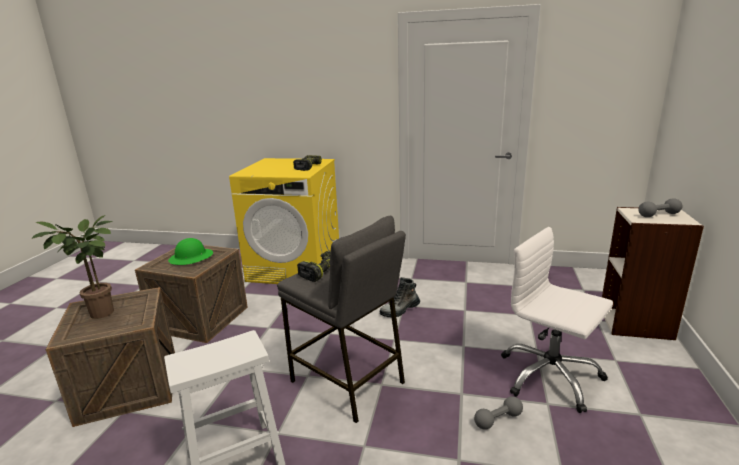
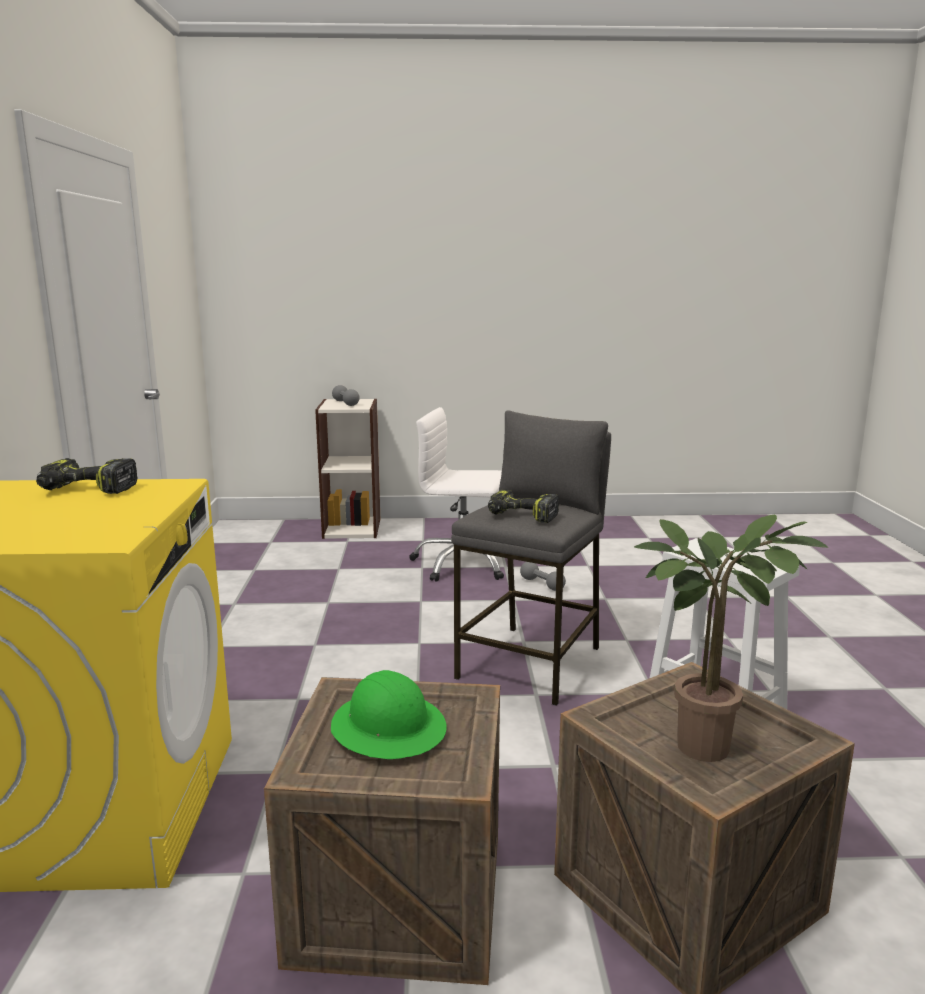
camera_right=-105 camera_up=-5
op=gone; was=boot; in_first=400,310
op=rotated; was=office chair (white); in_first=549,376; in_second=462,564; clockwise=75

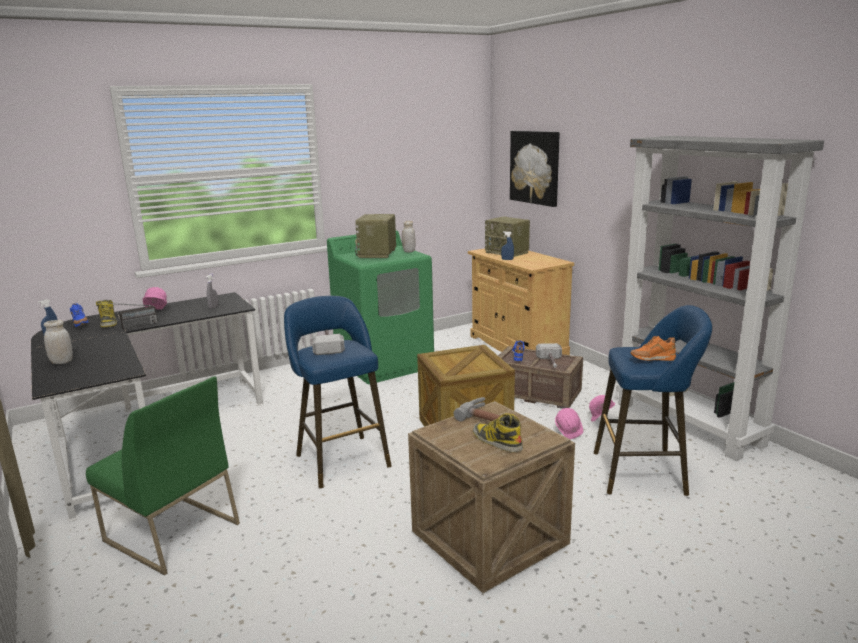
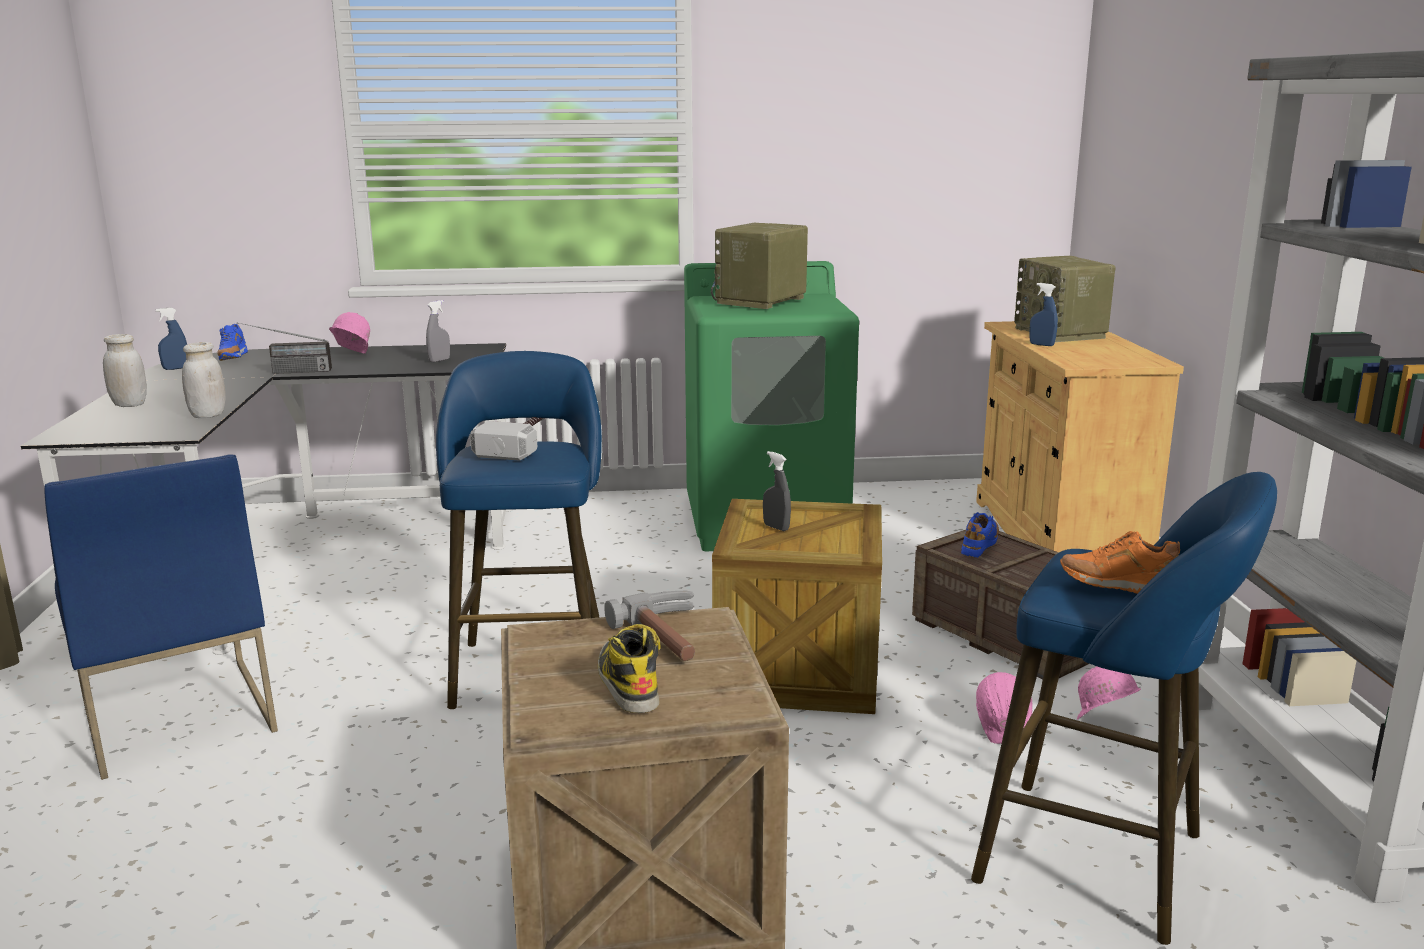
camera_right=25 camera_up=0
op=repainted; was=chair (green); now=chair (blue); in_first=170,532; in_second=176,716
op=gone; was=boot; in_first=108,322
op=shifted; was=jar (white); in_first=409,251; in_second=208,415
op=gone; was=picture; in_first=535,167
op=gone; was=hammer; in_first=551,362
op=new; now=spray bottle (grey); in_second=776,527

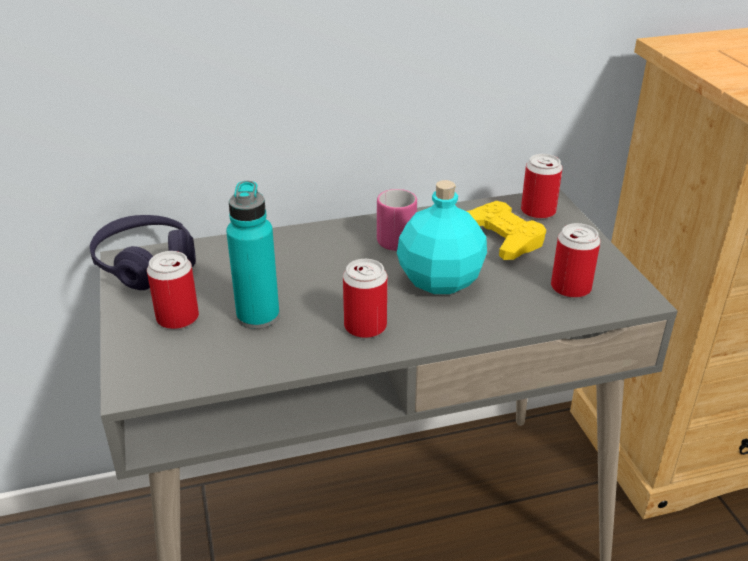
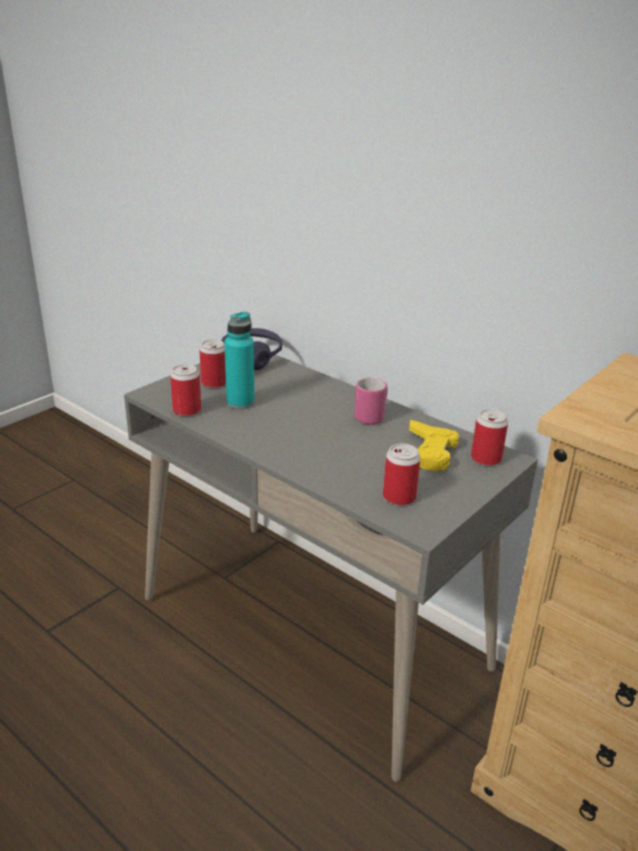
camera_right=55 camera_up=-5
op=shifted; was=can; in_first=365,326; in_second=187,410
op=gone; was=bottle (turquoise); in_first=440,280

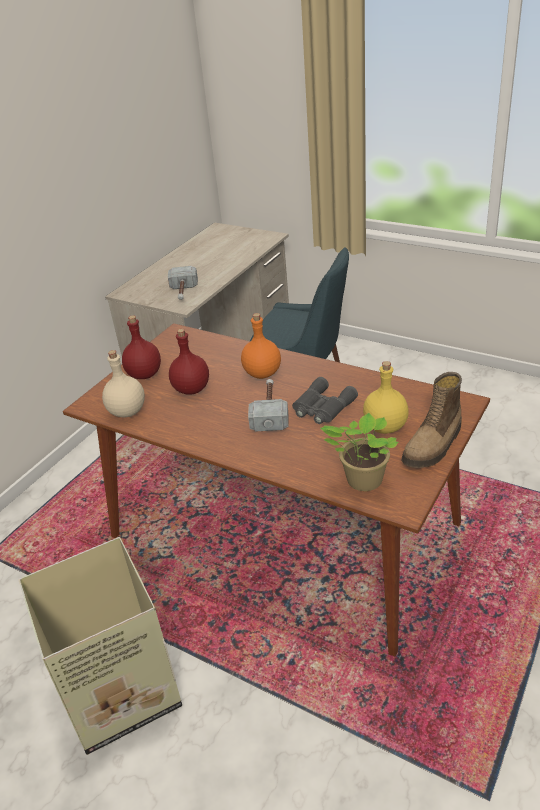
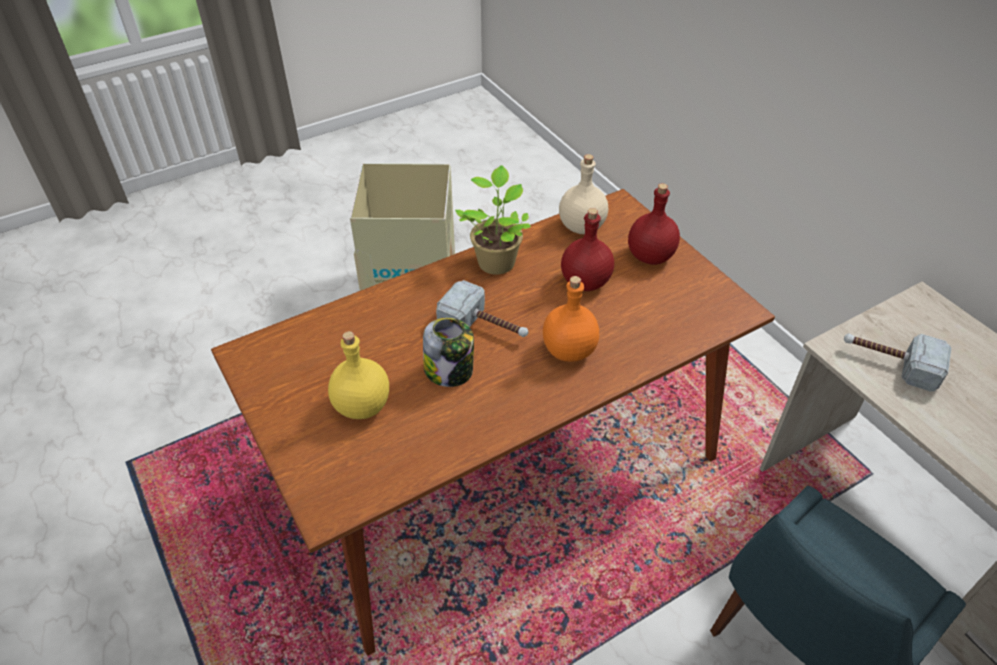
camera_right=115 camera_up=10
op=swapped; was=binoculars (grey); now=jar; in_first=322,407; in_second=449,371
op=shifted; was=potted plant; in_first=362,481; in_second=496,261
op=gone; was=boot; in_first=433,445

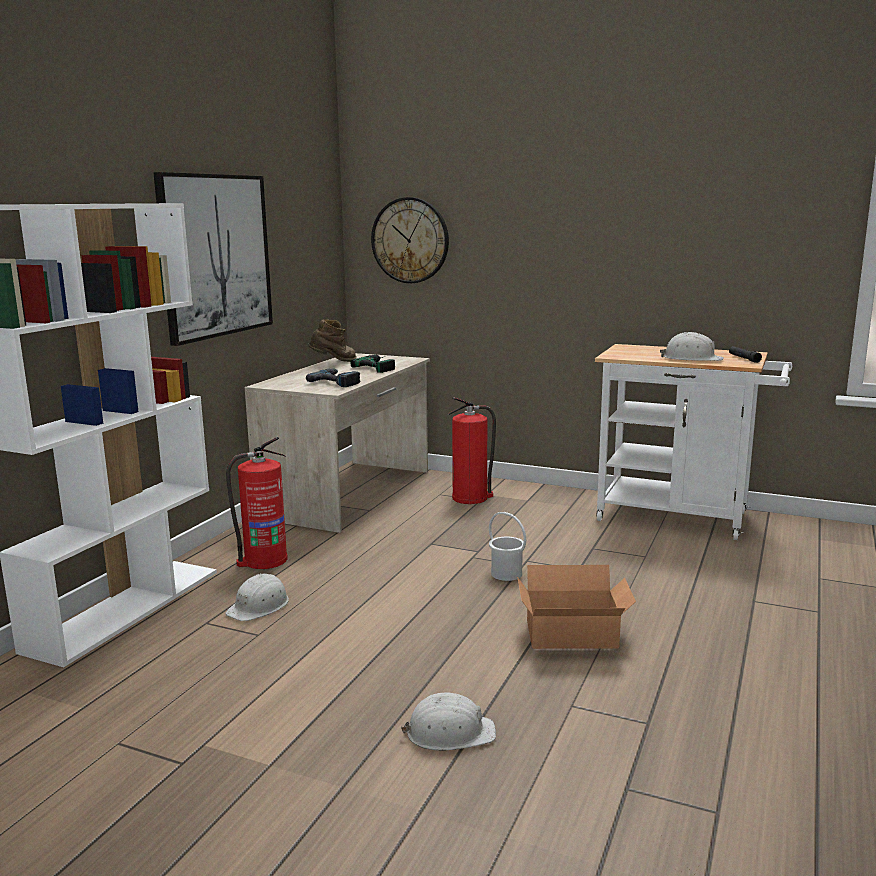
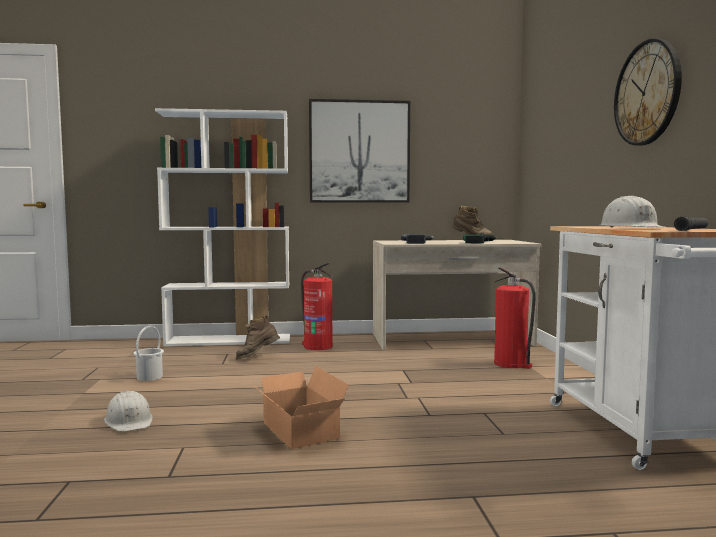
camera_right=60 camera_up=-10
op=swapped; was=hard hat (white); now=boot (brown); in_first=259,606; in_second=257,357
op=shifted; was=wall clock; in_first=410,240; in_second=647,93
op=shifted; was=bucket (white); in_first=506,574; in_second=149,377

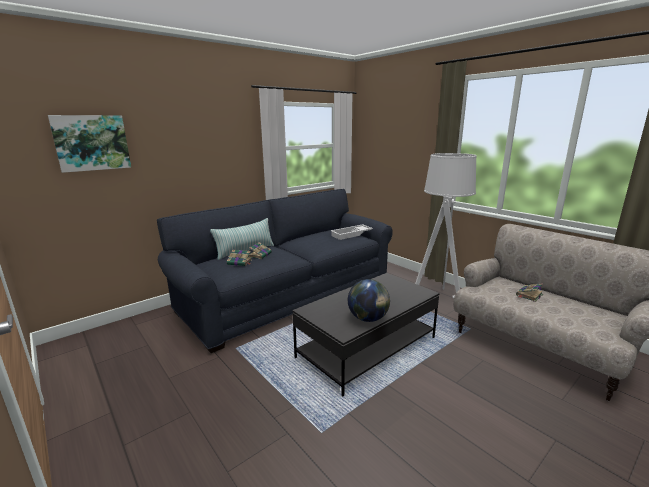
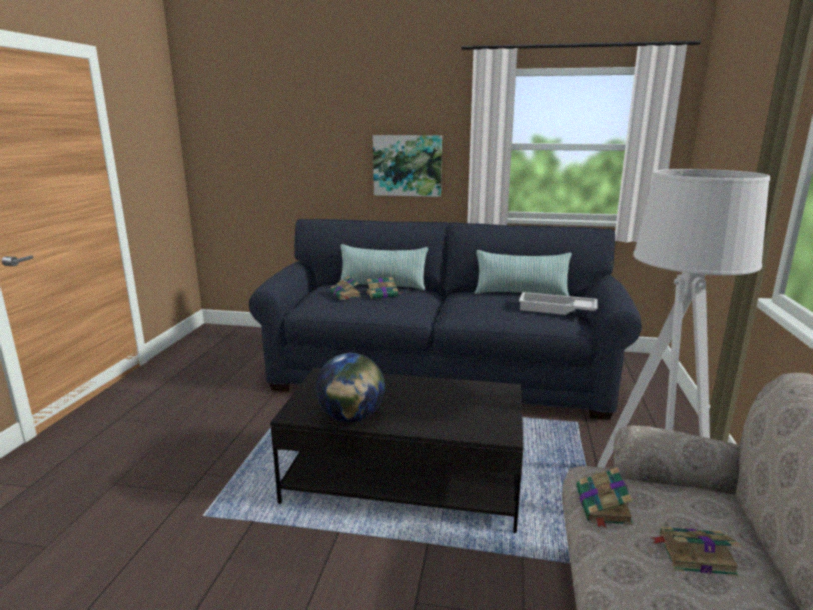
camera_right=50 camera_up=0
op=shifted; was=picture; in_first=92,143; in_second=407,165
op=new; now=pillow; in_second=521,293
op=new; now=book; in_second=603,507

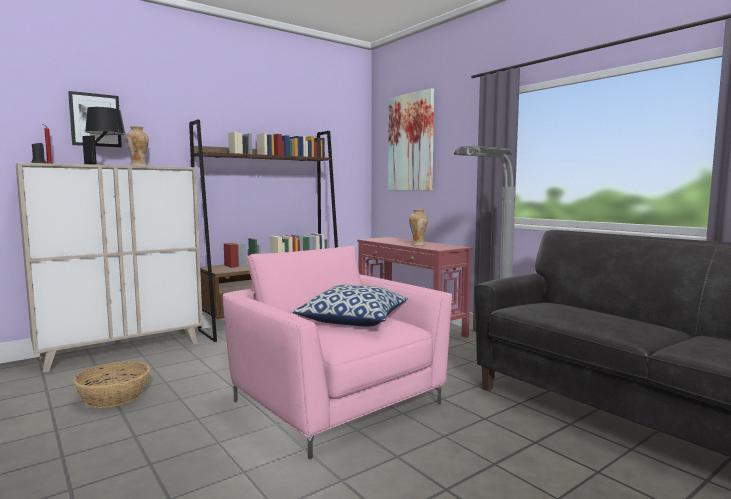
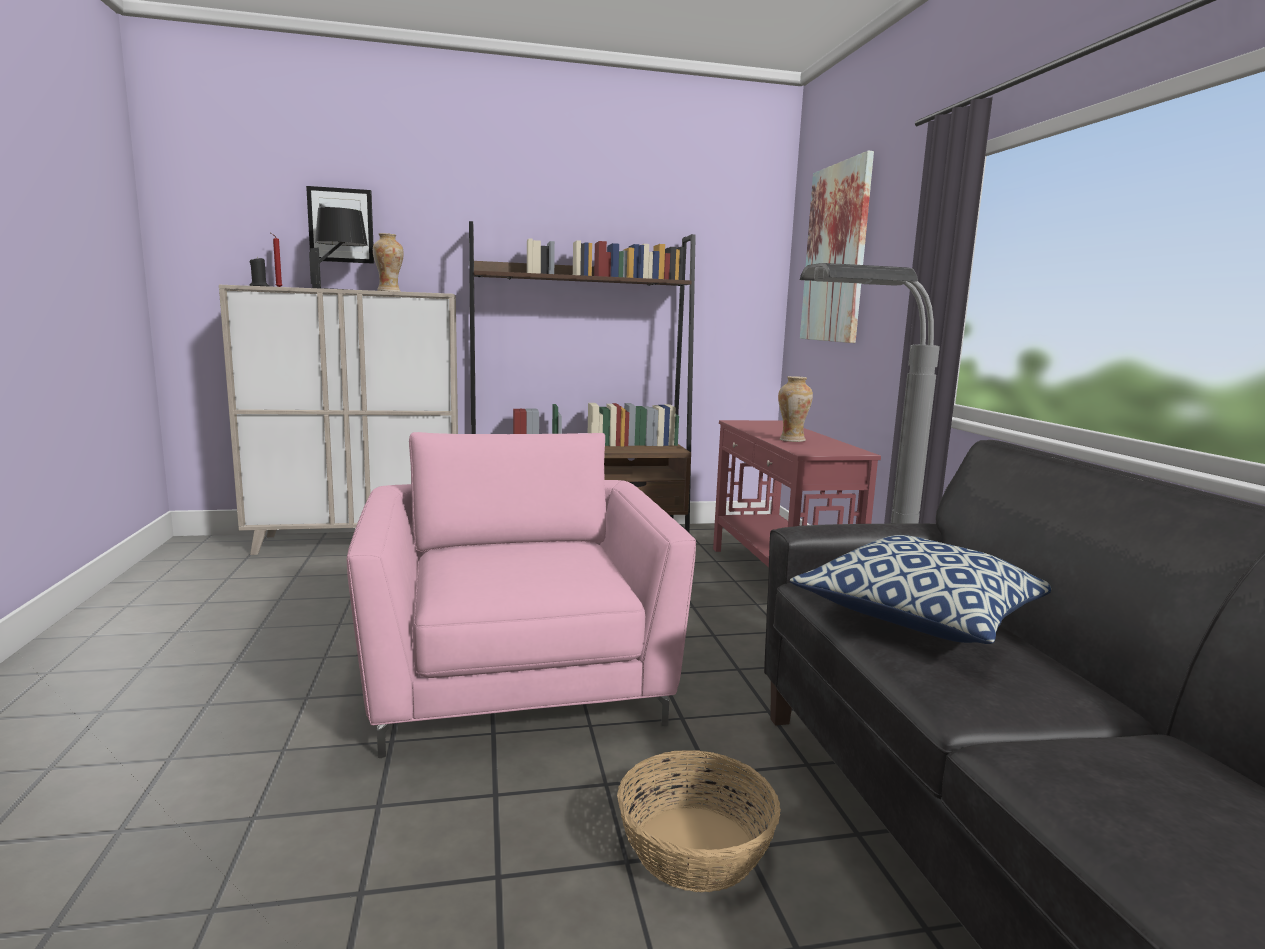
camera_right=25 camera_up=5
op=shifted; was=basket; in_first=115,396; in_second=696,847
op=shifted; was=pillow; in_first=353,321; in_second=918,617

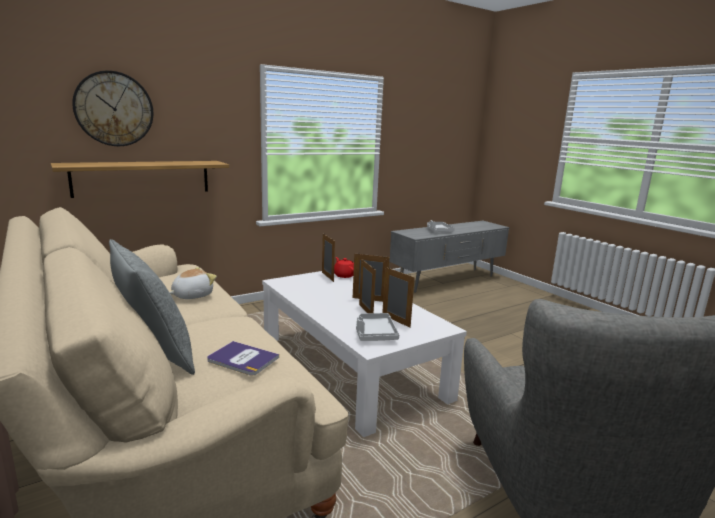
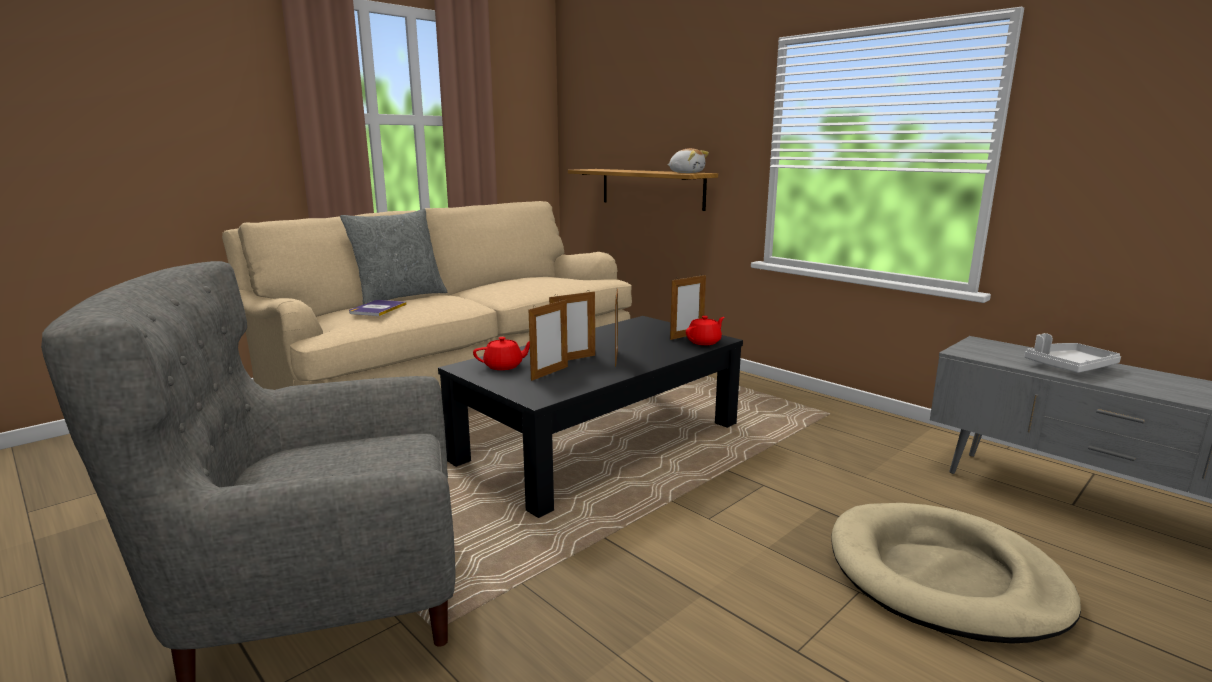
camera_right=80 camera_up=0
op=gone; was=wall clock; in_first=114,109
op=shifted; was=plush toy; in_first=192,295; in_second=686,173
op=repainted; was=coffee table (white); now=coffee table (black); in_first=349,366; in_second=601,442
op=swapped; was=tray (grey); now=teapot (red); in_first=374,334; in_second=504,366
op=new; now=dog bed (beige); in_second=944,577

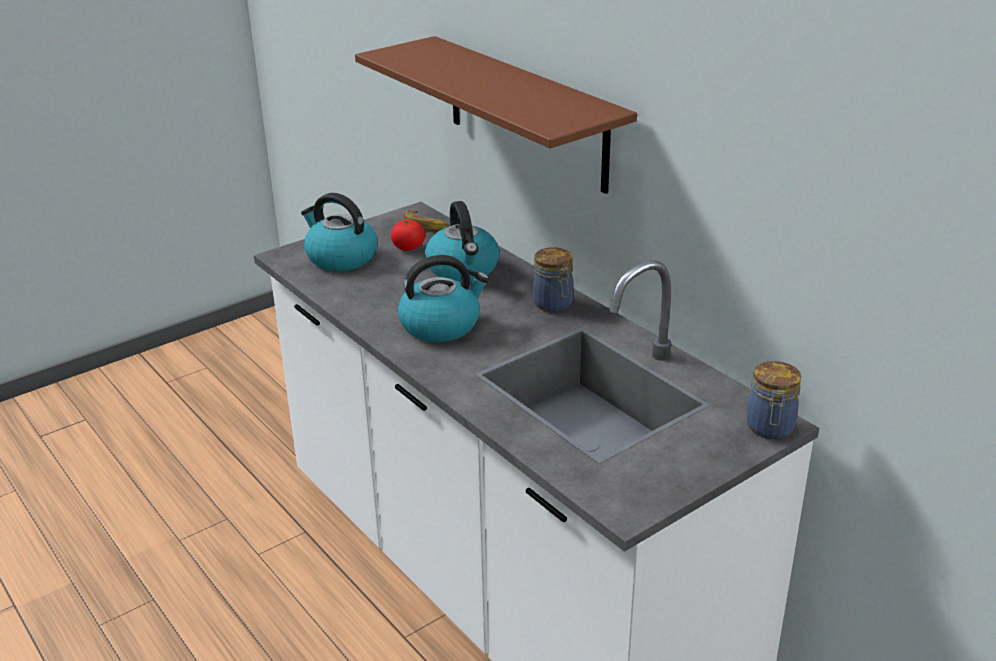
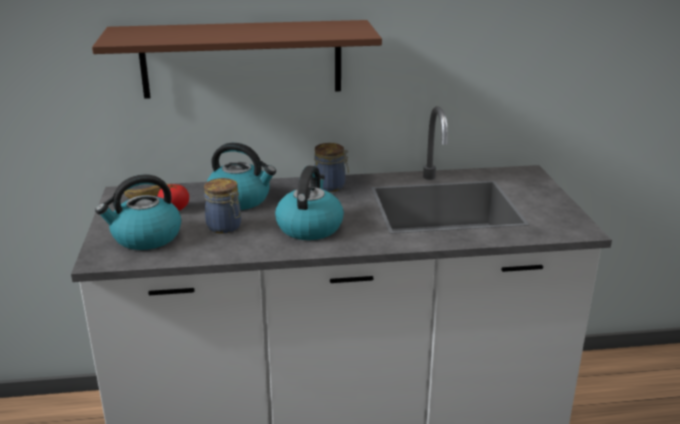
camera_right=-60 camera_up=-5
op=shifted; was=jar; in_first=770,428; in_second=225,227

